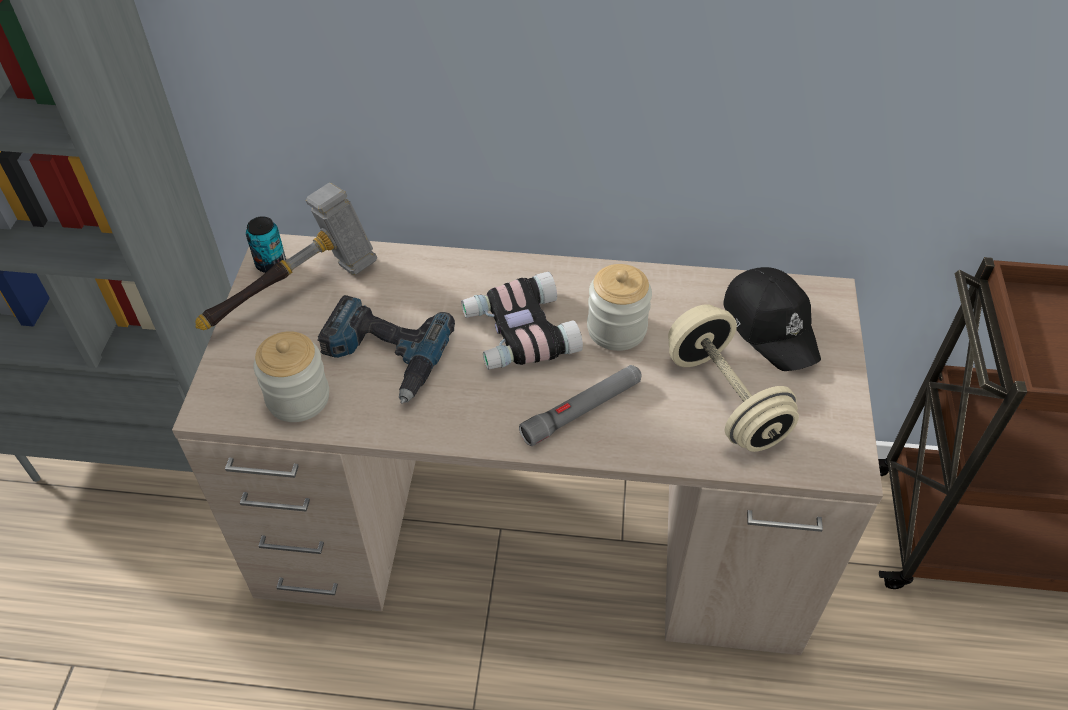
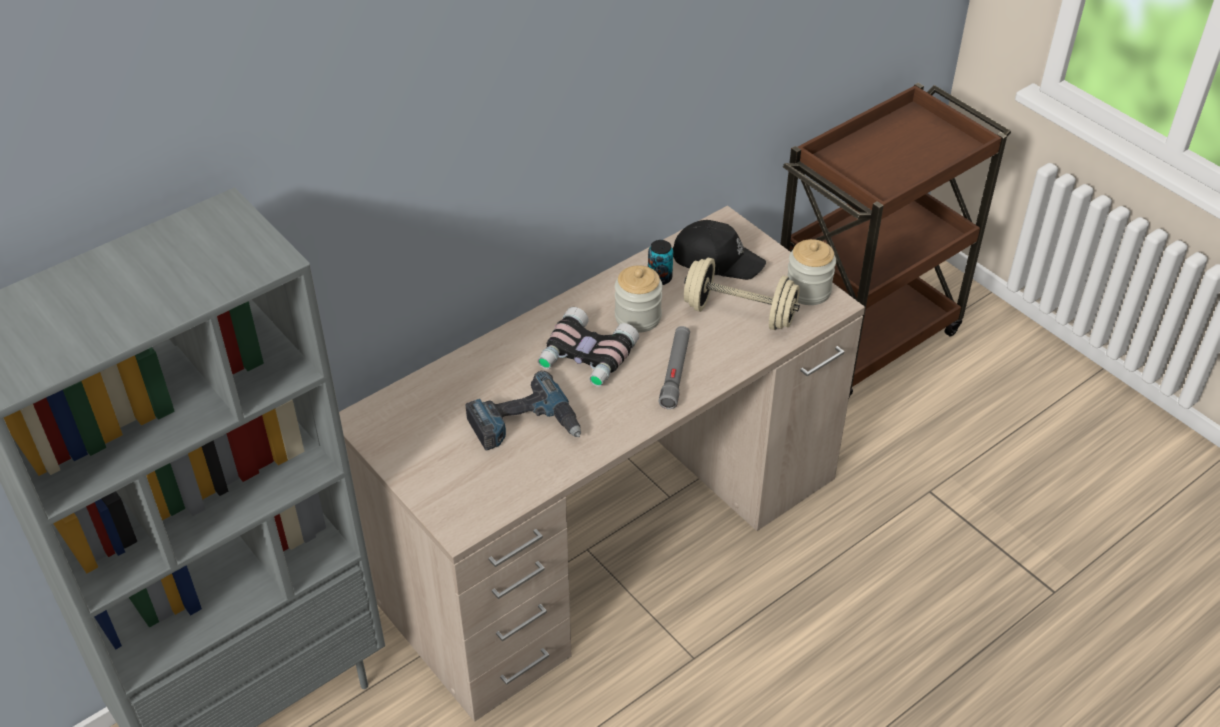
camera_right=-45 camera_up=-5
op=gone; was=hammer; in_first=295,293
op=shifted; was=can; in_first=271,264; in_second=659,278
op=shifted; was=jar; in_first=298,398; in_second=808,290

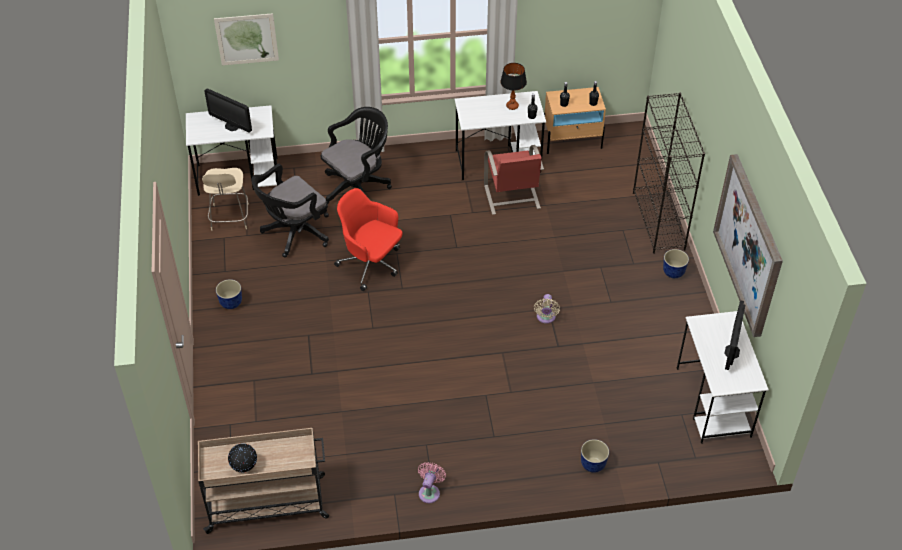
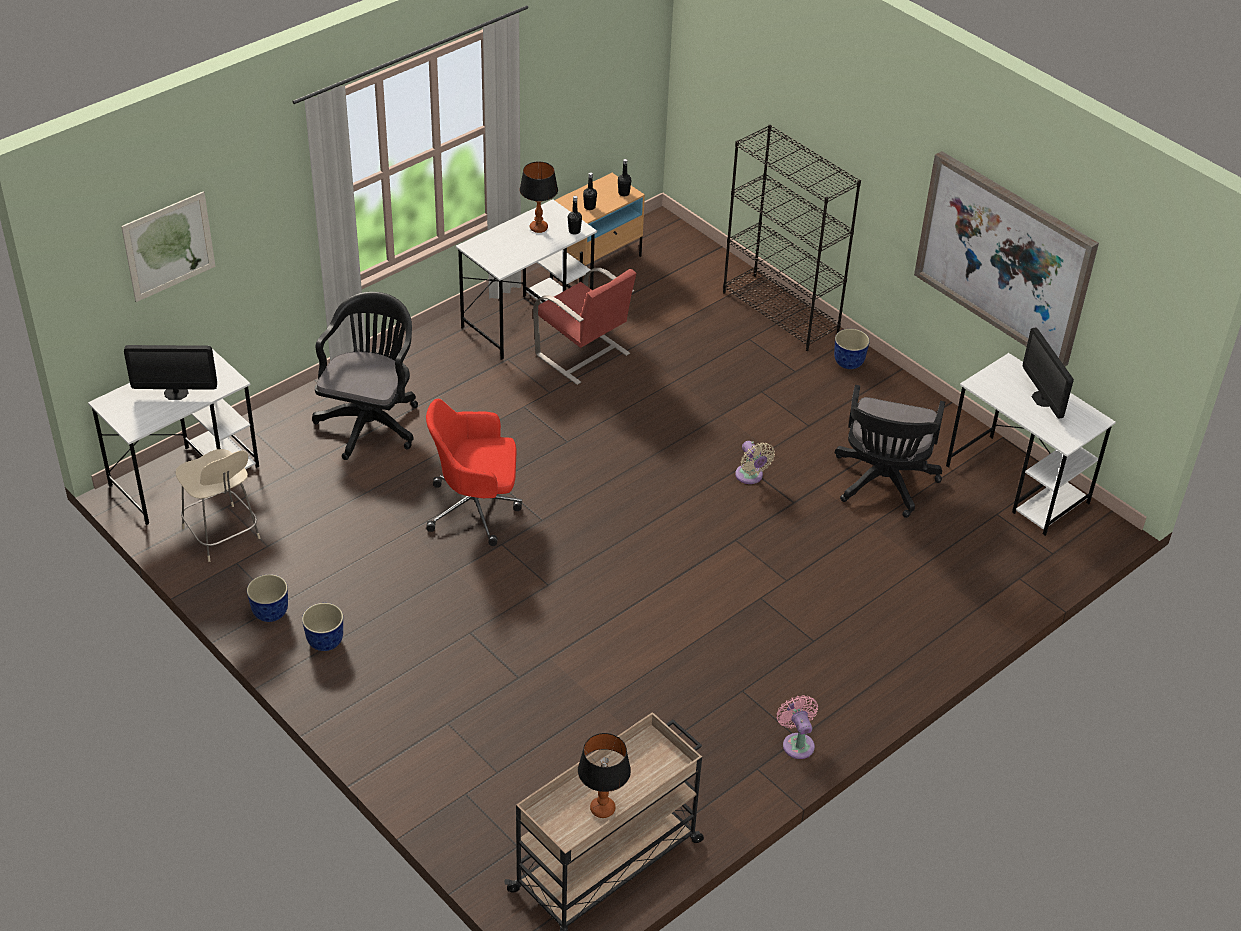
camera_right=-35 camera_up=-5
op=swapped; was=globe; now=table lamp; in_first=244,468; in_second=603,809
op=shifted; was=office chair (black); in_first=294,234; in_second=883,484
op=shifted; was=planter; in_first=593,464; in_second=271,612

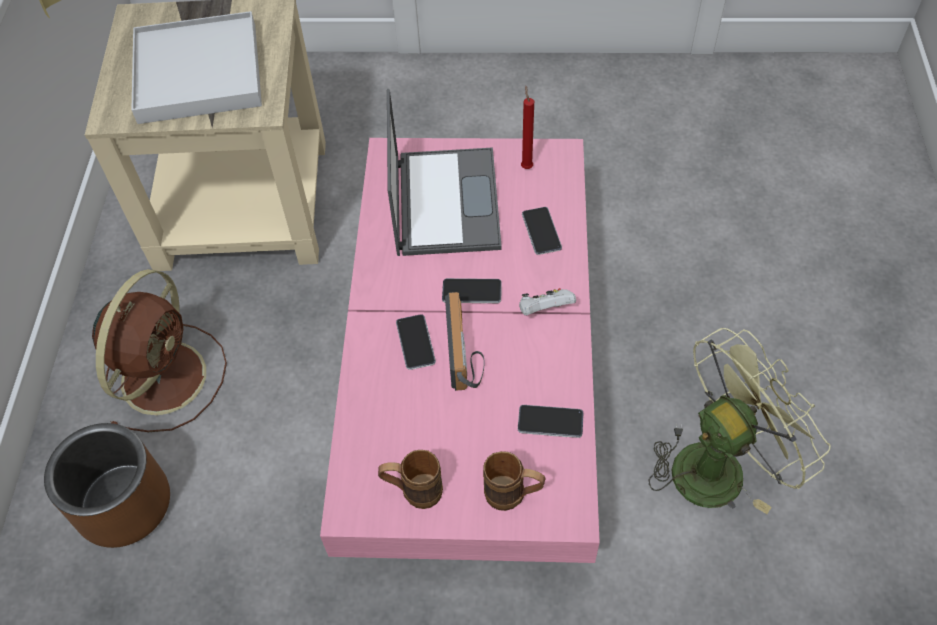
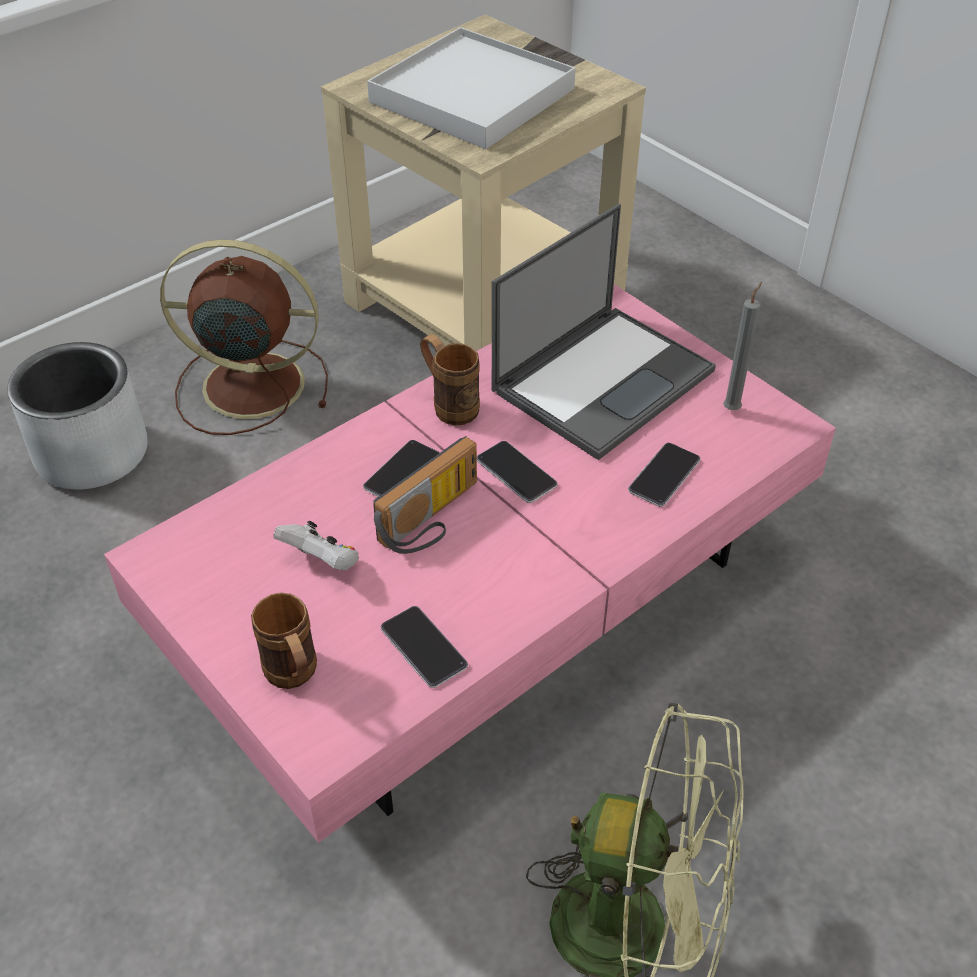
camera_right=45 camera_up=-10
op=repainted; was=planter (brown); now=planter (grey); in_first=125,503; in_second=93,454
op=rotated; was=fan (brown); in_first=166,374; in_second=248,385; clockwise=-150
op=shifted; was=mug (brown); in_first=413,491; in_second=449,404
op=shifted; was=game controller (white); in_first=544,310; in_second=322,562
op=repainted; was=candle (red); now=candle (grey); in_first=526,166; in_second=733,408

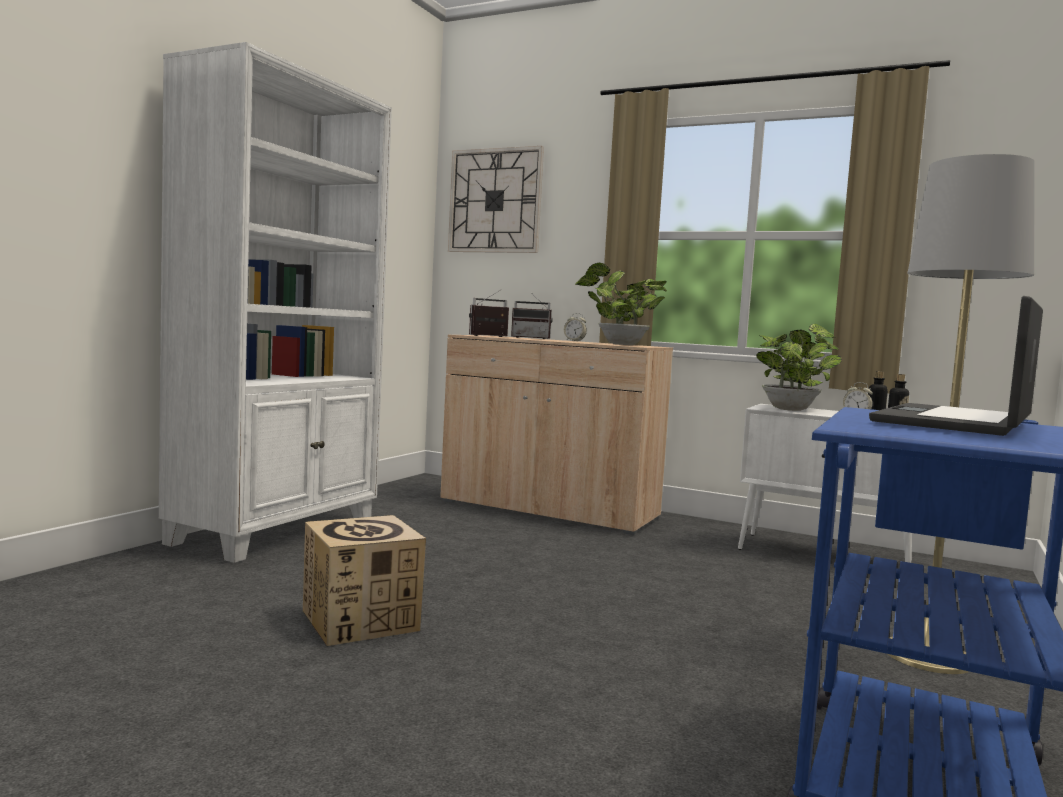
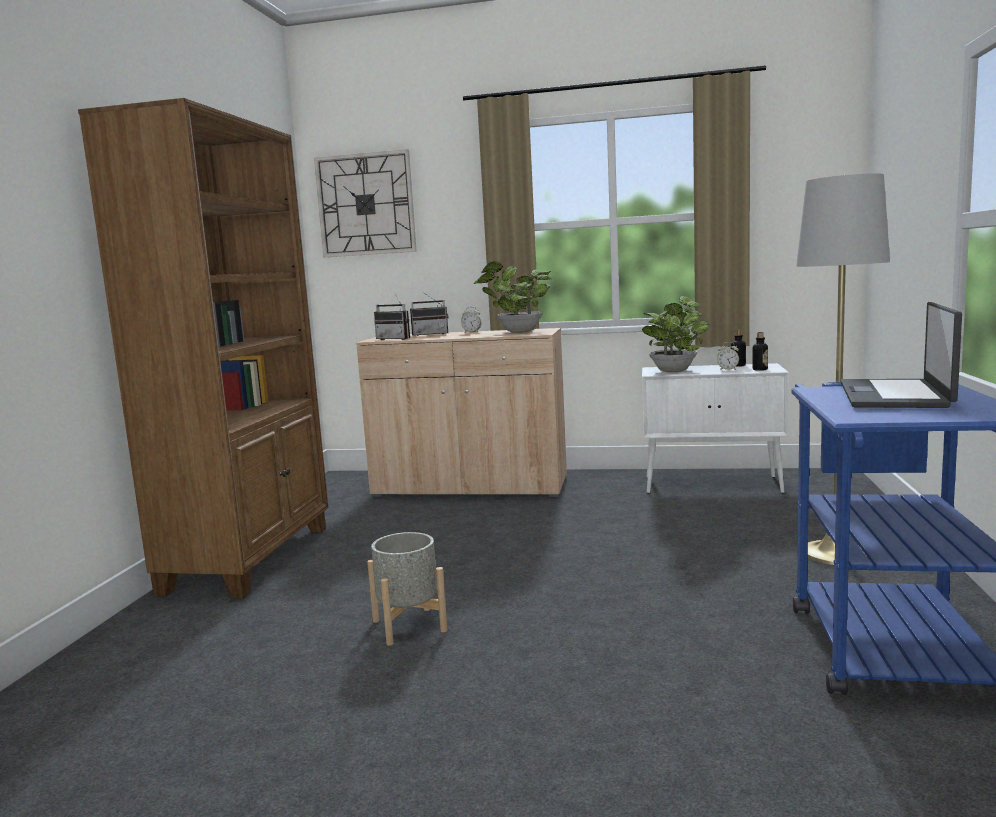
camera_right=-15 camera_up=5
op=repainted; was=bookcase (white); now=bookcase (brown); in_first=278,531; in_second=251,558
op=swapped; was=cardboard box; now=planter (grey); in_first=361,621; in_second=408,626
op=rotated; was=radio; in_first=490,336; in_second=396,339; clockwise=-105

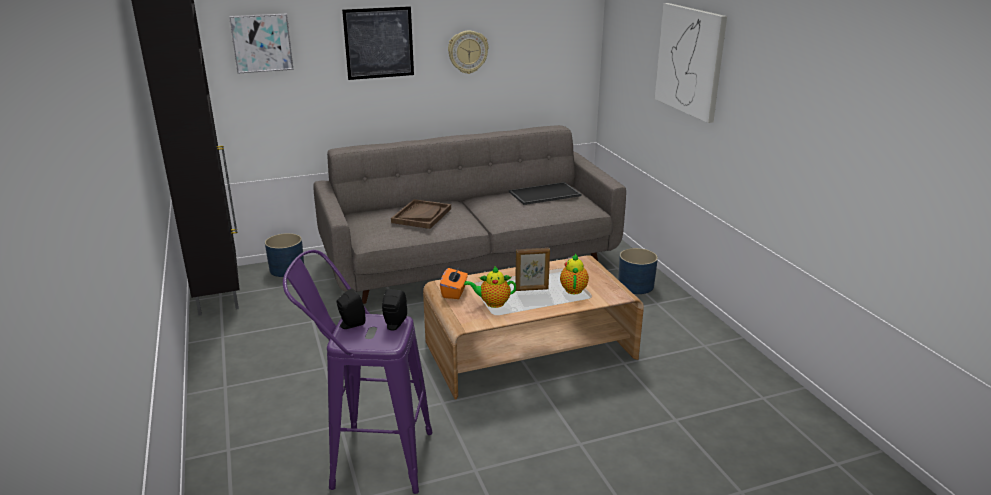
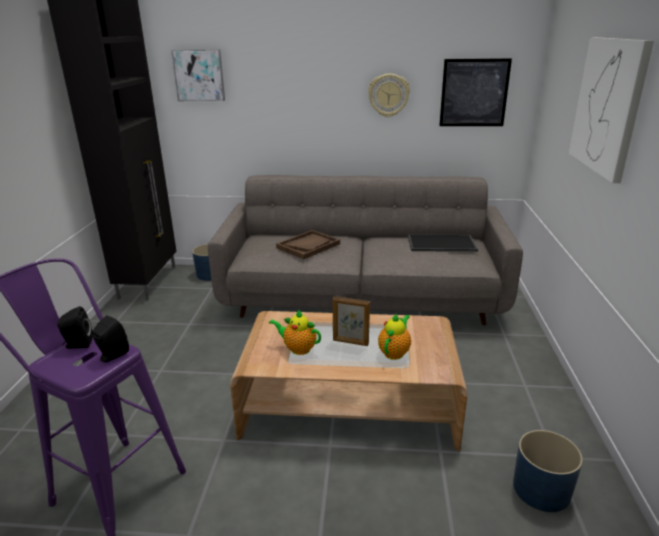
camera_right=25 camera_up=0
op=shifted; was=picture; in_first=379,43; in_second=474,93
op=gone; was=tissue box (orange); in_first=454,292
op=shifted; was=planter (blue); in_first=635,285; in_second=541,489

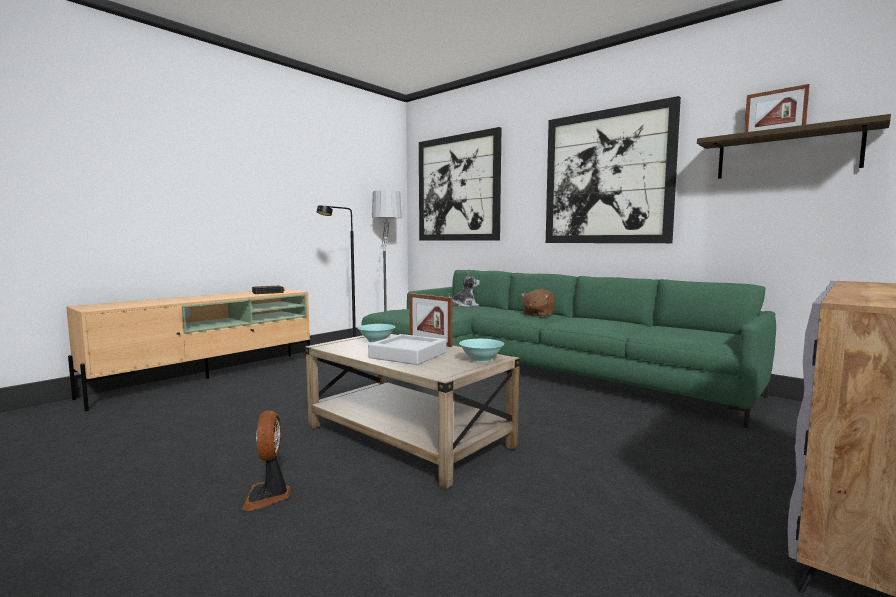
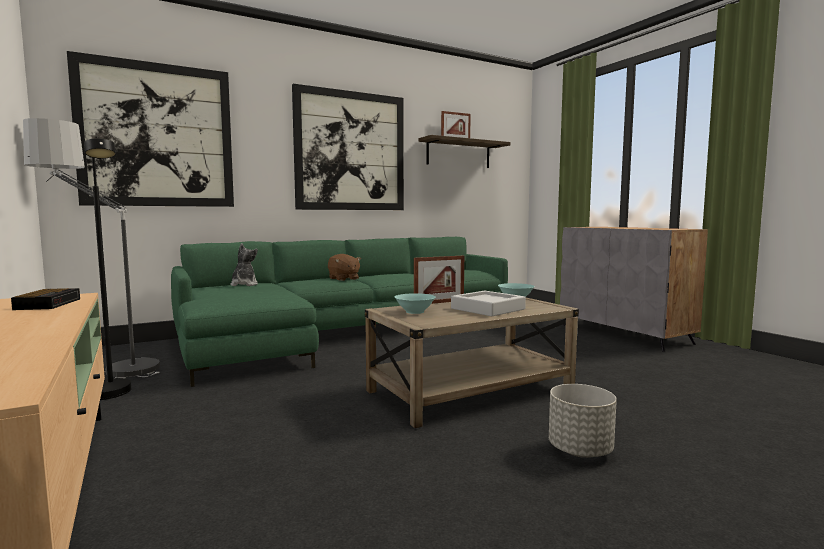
camera_right=-70 camera_up=0
op=swapped; was=fan; now=planter (grey); in_first=268,496; in_second=580,450

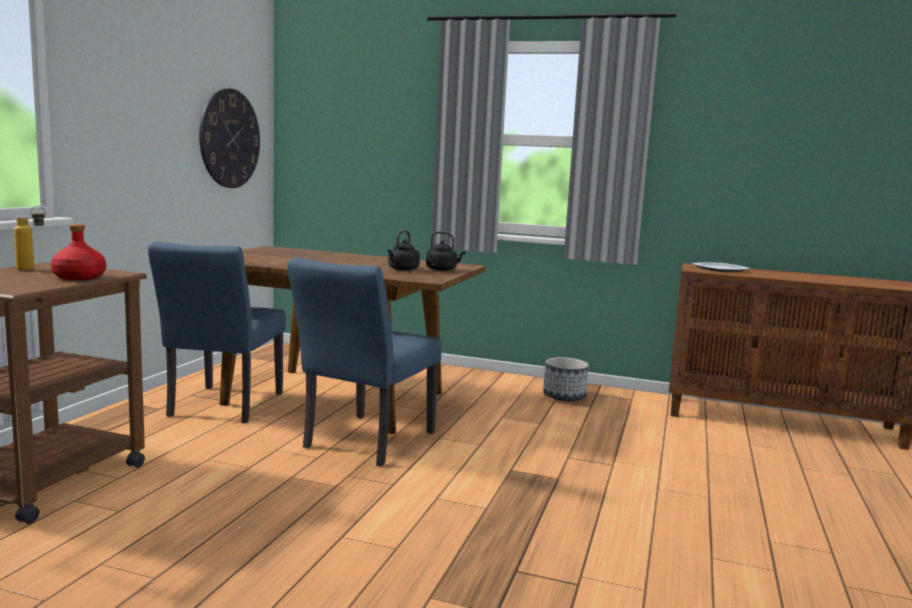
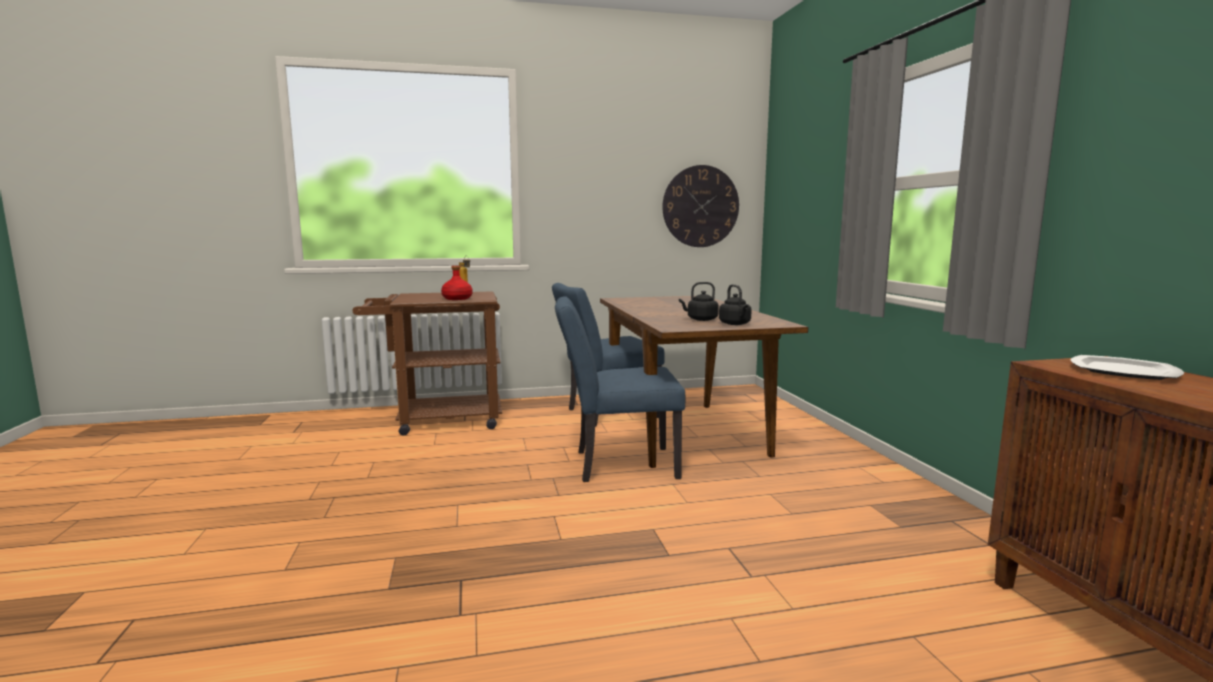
camera_right=60 camera_up=0
op=gone; was=planter; in_first=564,396

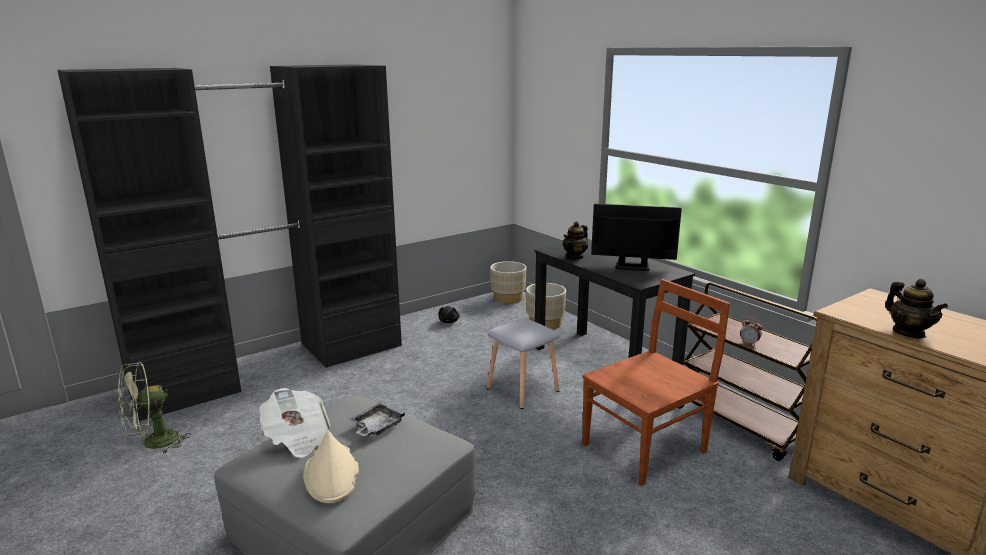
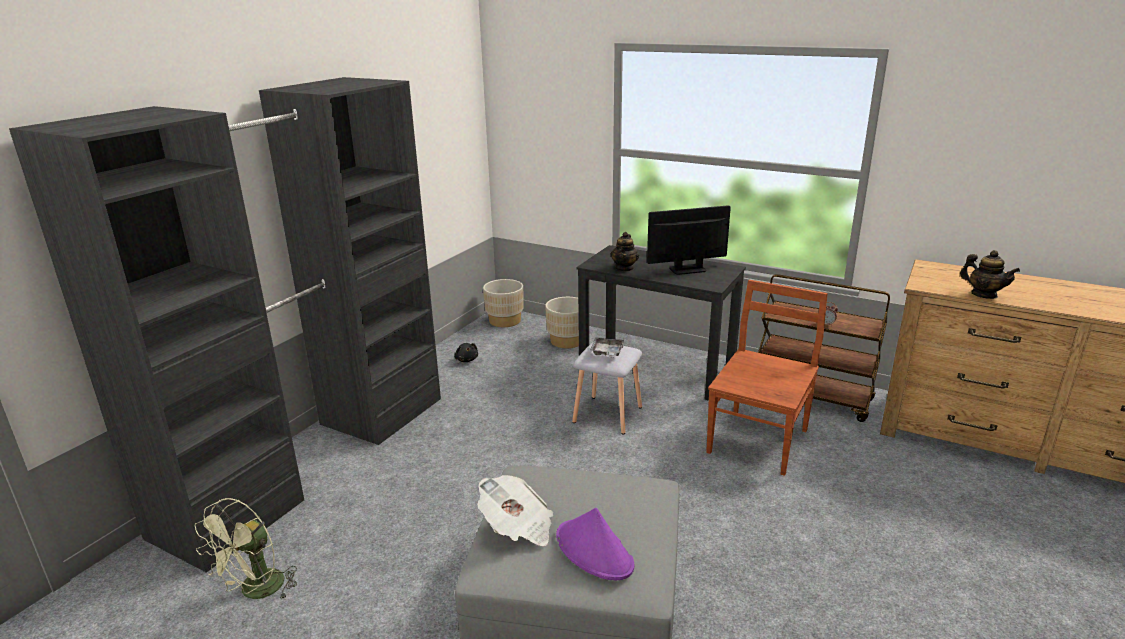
camera_right=-25 camera_up=5
op=repainted; was=hat (beige); now=hat (purple); in_first=331,474; in_second=594,551
op=shifted; was=tray (grey); in_first=376,427; in_second=607,353

